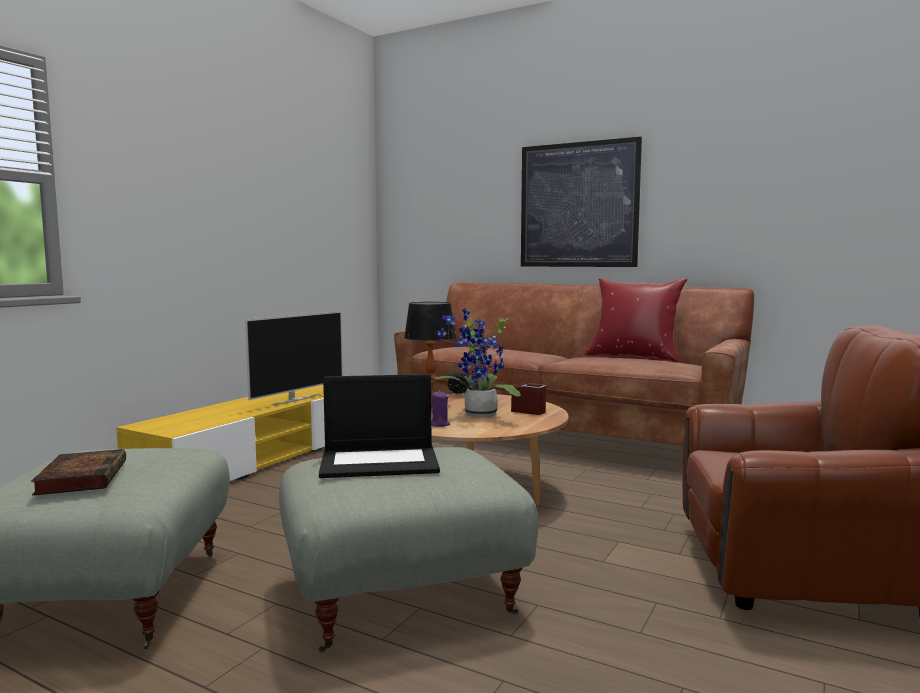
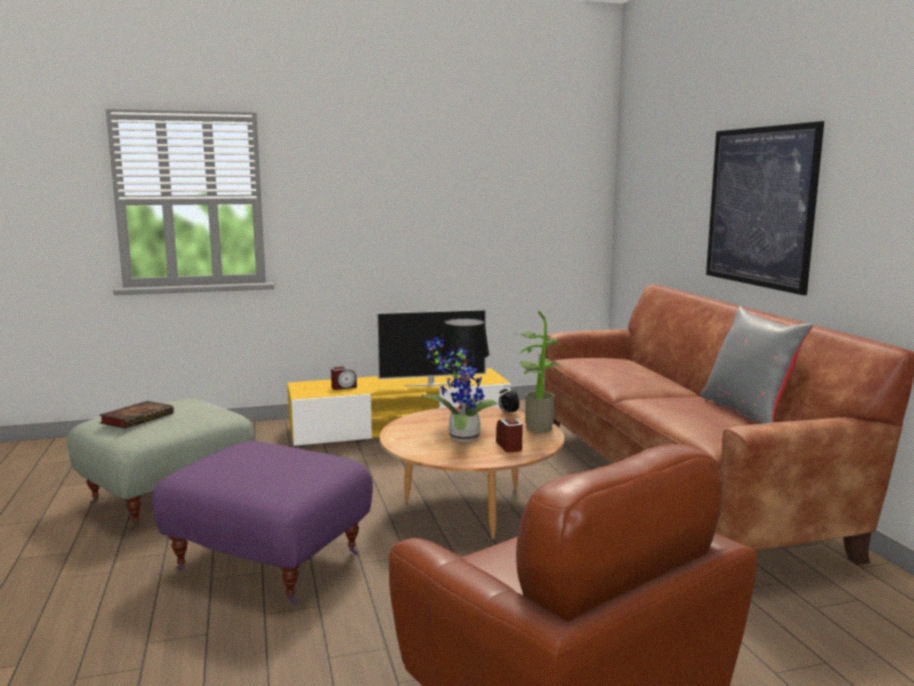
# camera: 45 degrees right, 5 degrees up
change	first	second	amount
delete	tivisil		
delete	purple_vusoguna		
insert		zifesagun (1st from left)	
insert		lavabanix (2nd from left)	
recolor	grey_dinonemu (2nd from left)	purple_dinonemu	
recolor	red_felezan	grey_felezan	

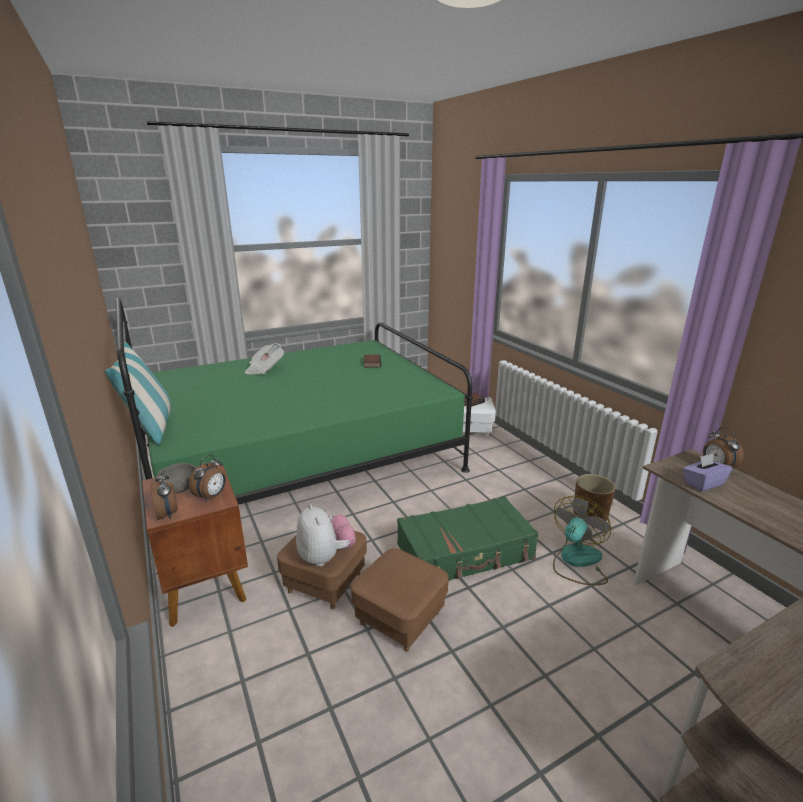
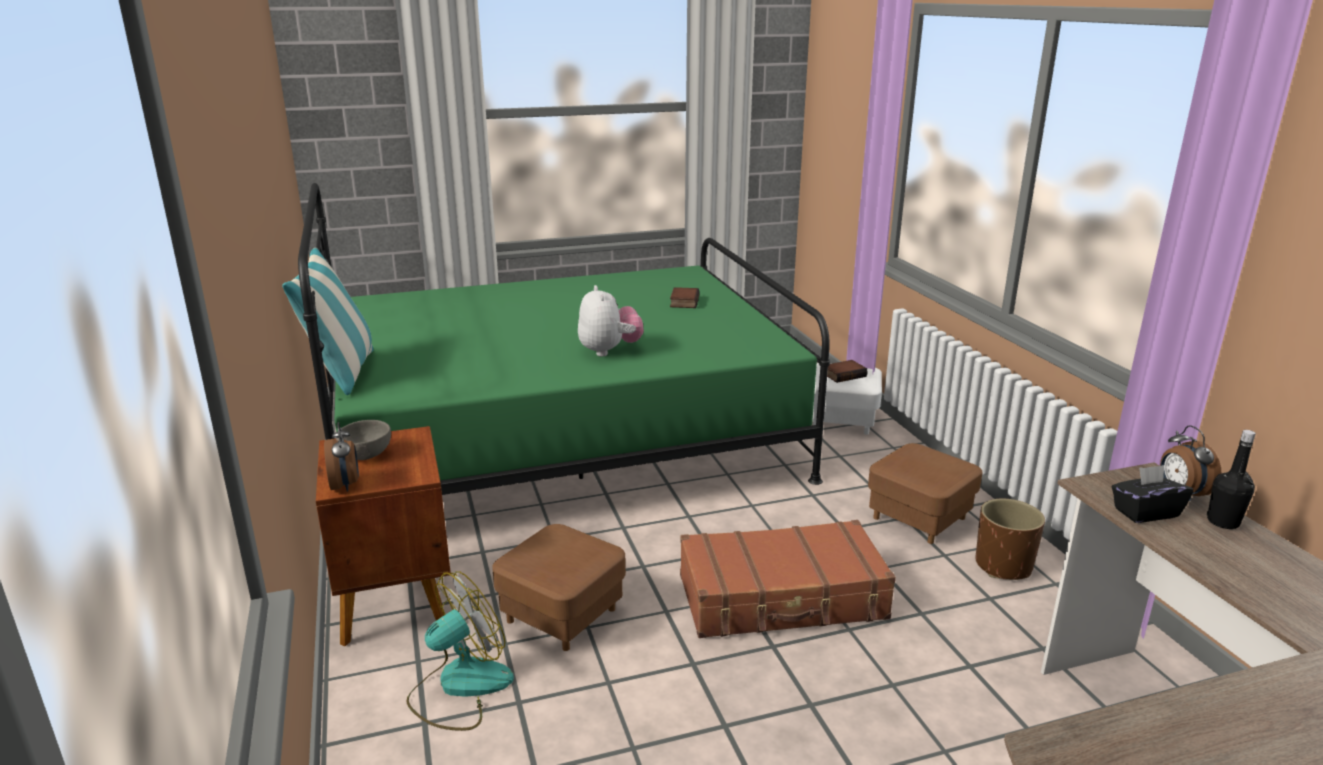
# camera: 10 degrees right, 0 degrees up
change	first	second	amount
delete	zifesagun (2nd from left)		
delete	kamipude		
insert		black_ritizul	
move	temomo		
move	brown_dinonemu (2nd from left)		
move	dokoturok		
recolor	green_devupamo	brown_devupamo	
recolor	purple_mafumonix	black_mafumonix	

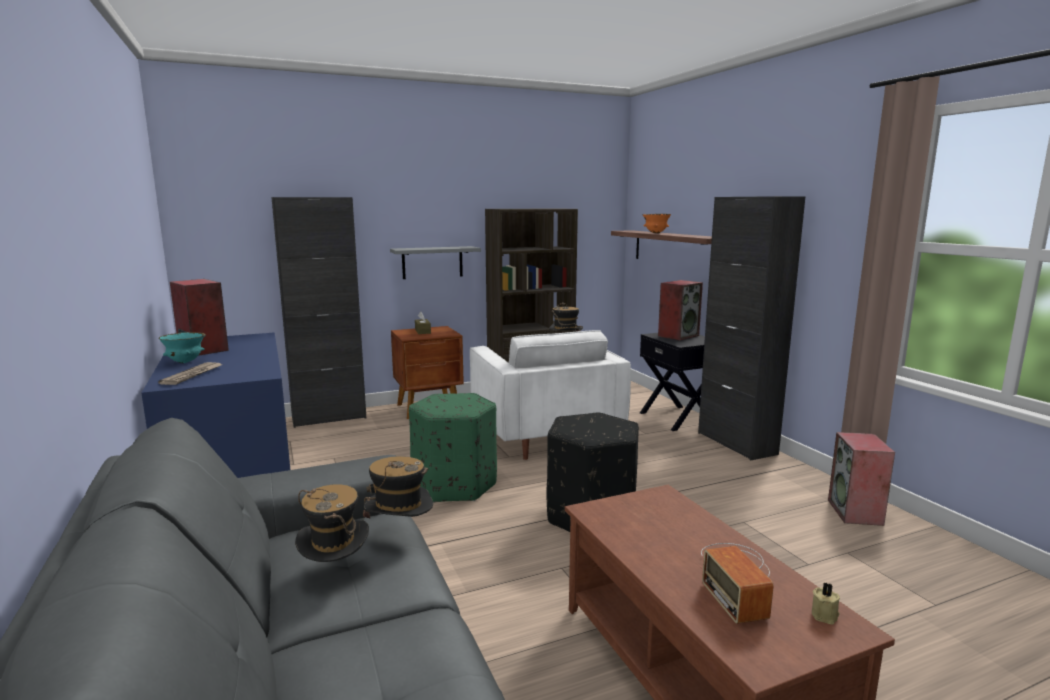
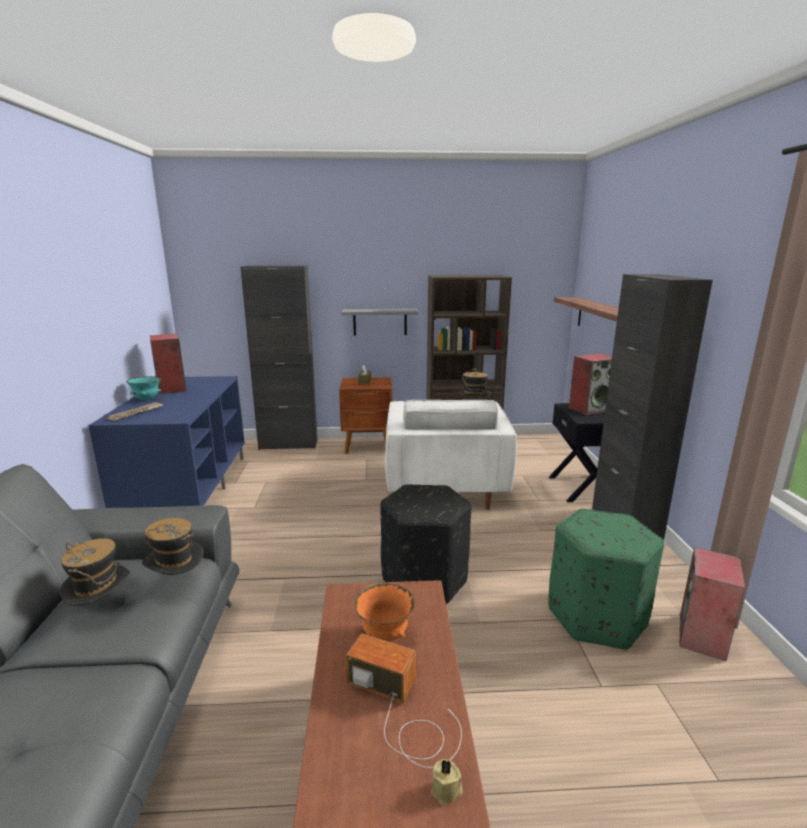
# camera: 20 degrees right, 5 degrees up
change	first	second	amount
move	green_dinonemu		
move	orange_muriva		
rotate	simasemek		105 degrees clockwise

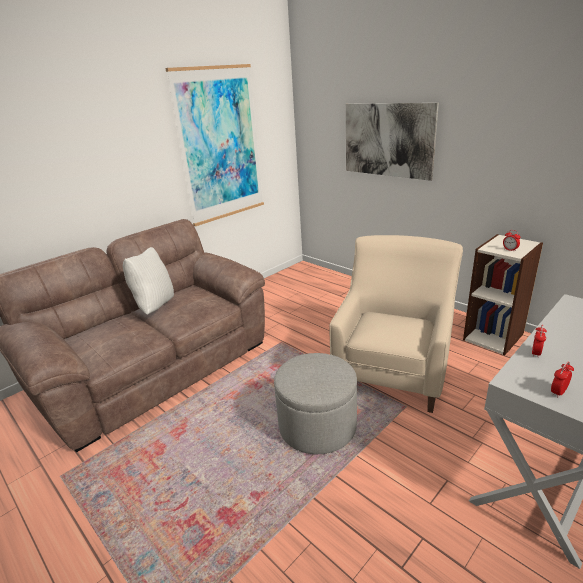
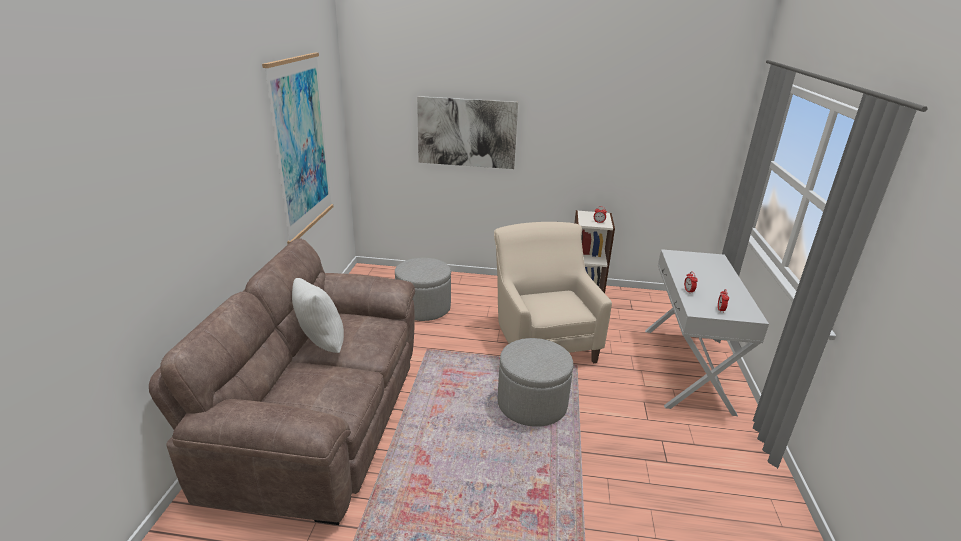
# camera: 40 degrees left, 0 degrees up
change	first	second	amount
insert		grey_dinonemu (1st from left)	

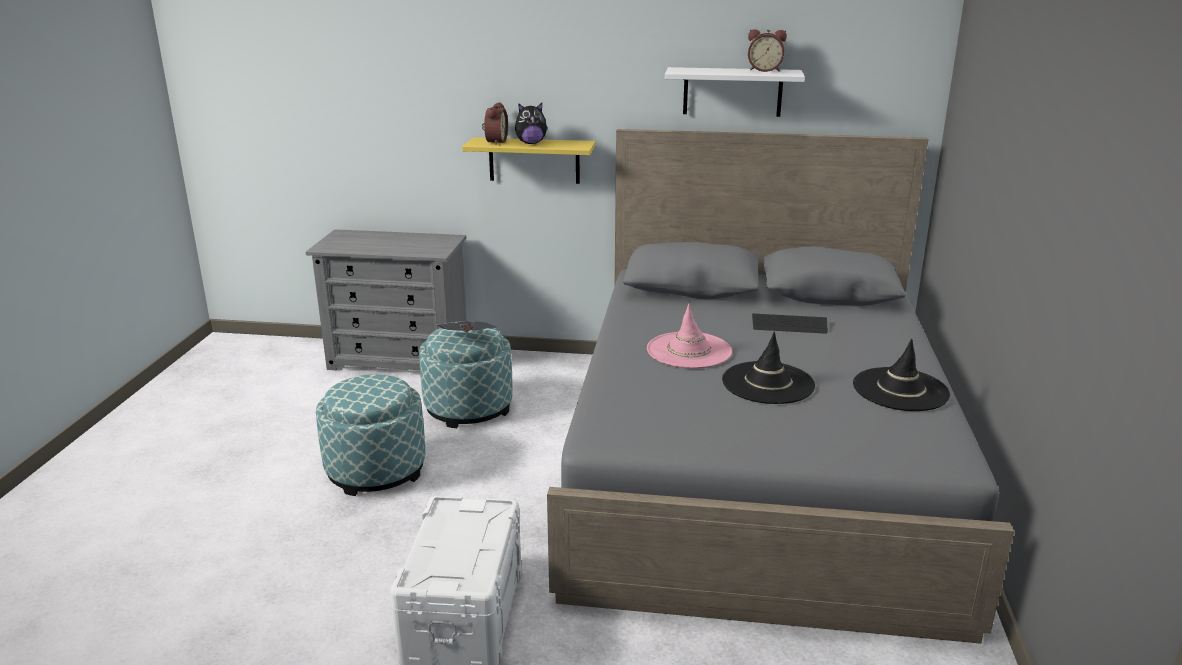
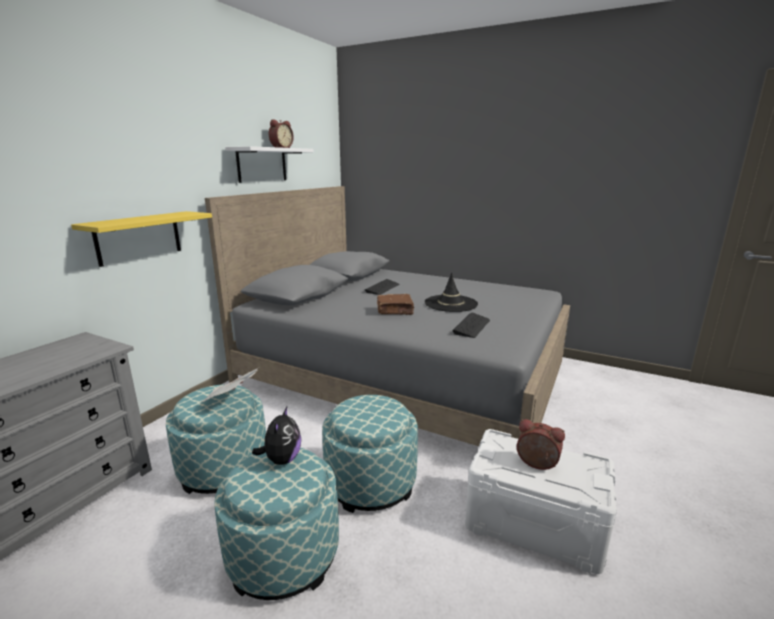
# camera: 70 degrees left, 5 degrees down
change	first	second	amount
delete	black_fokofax (2nd from left)		
insert		dinonemu (3rd from left)	
insert		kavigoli (2nd from left)	
move	zifesagun (1st from left in the first image)	zifesagun (2nd from left)	
move	temomo		
replace	pink_fokofax	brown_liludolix	

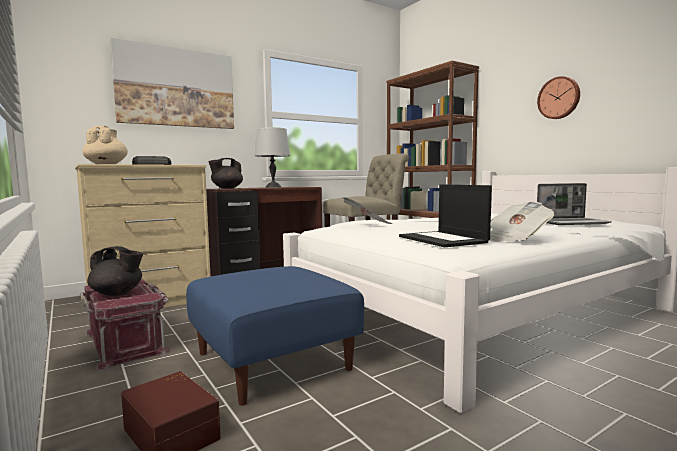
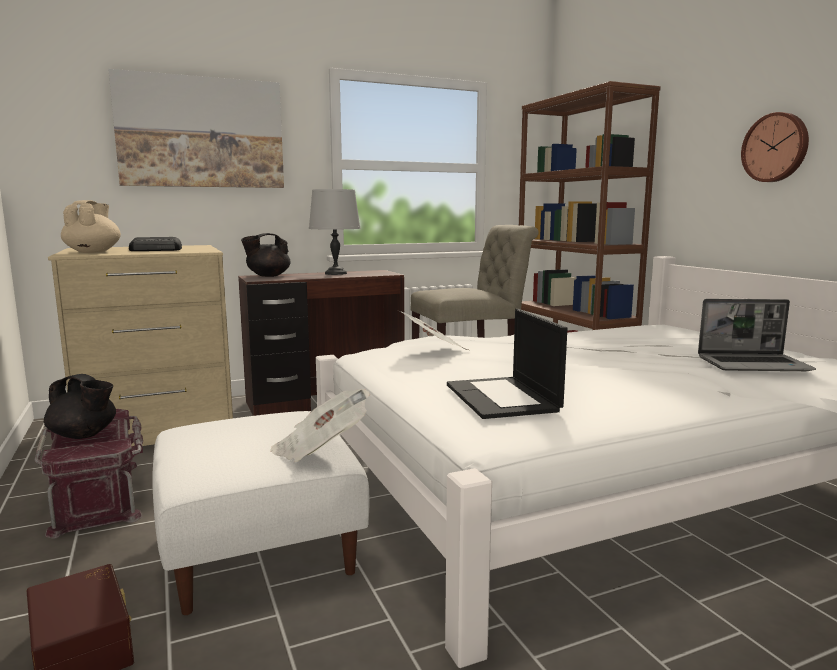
# camera: 10 degrees right, 5 degrees up
change	first	second	amount
move	kamipude (2nd from left in the first image)	kamipude (1st from left)	
recolor	blue_dinonemu	white_dinonemu	

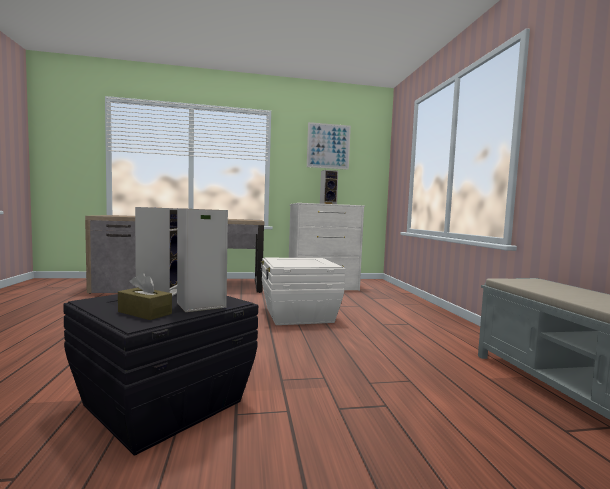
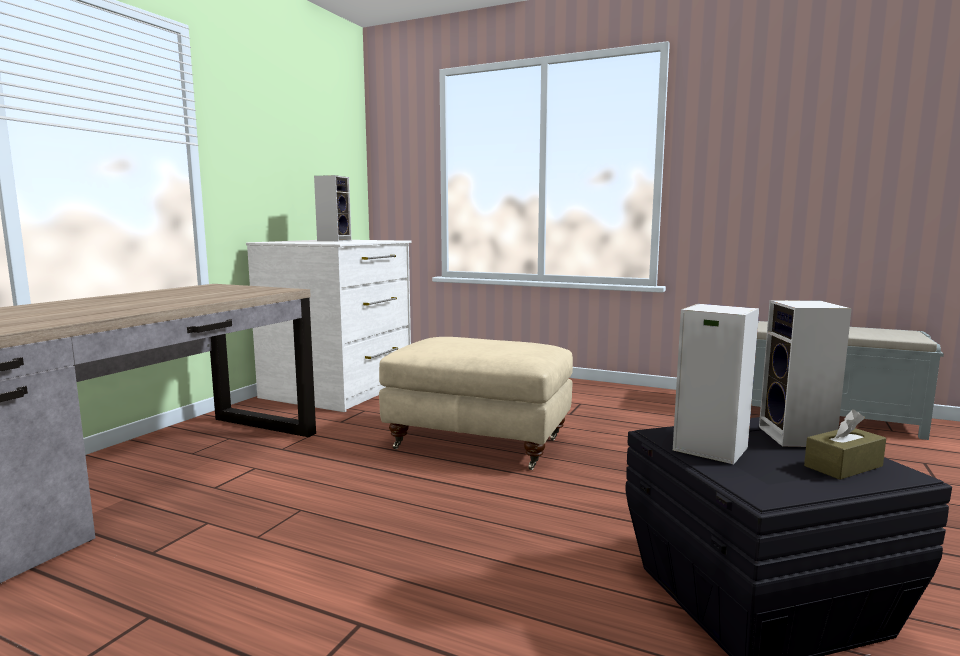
# camera: 55 degrees left, 5 degrees up
change	first	second	amount
delete	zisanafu		
replace	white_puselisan	beige_dinonemu	

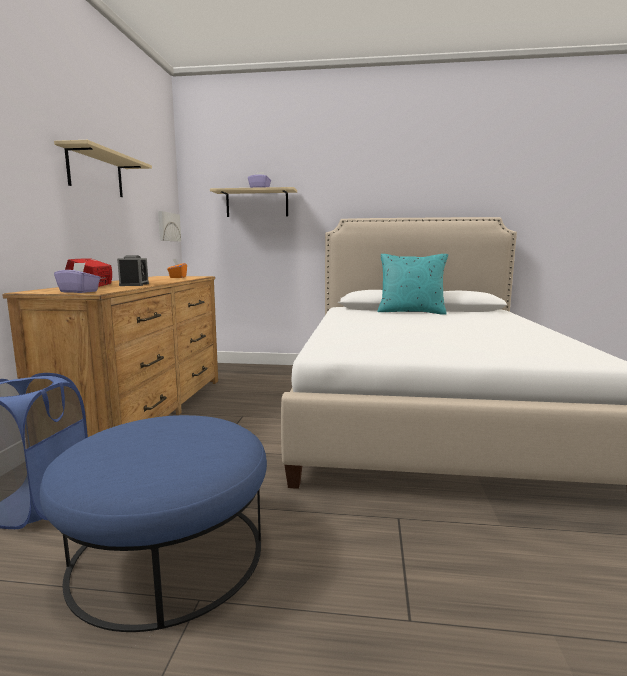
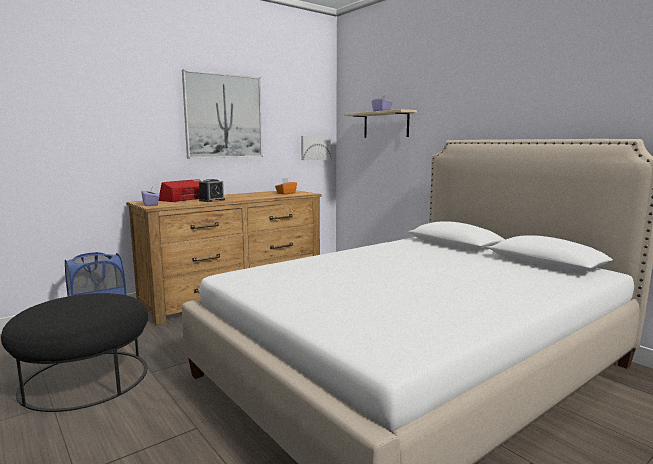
# camera: 45 degrees right, 0 degrees up
change	first	second	amount
delete	turquoise_felezan		
replace	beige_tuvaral (1st from left)	zisanafu (1st from left)	
recolor	blue_dinonemu	black_dinonemu	

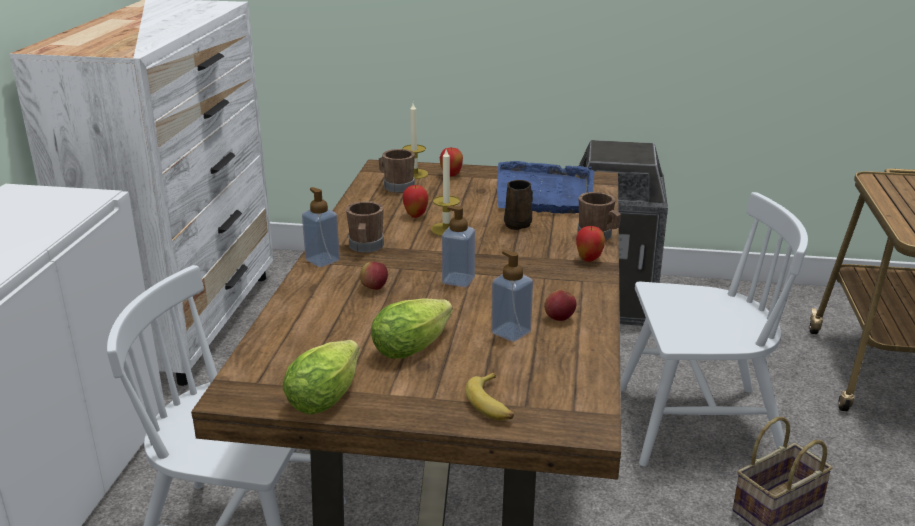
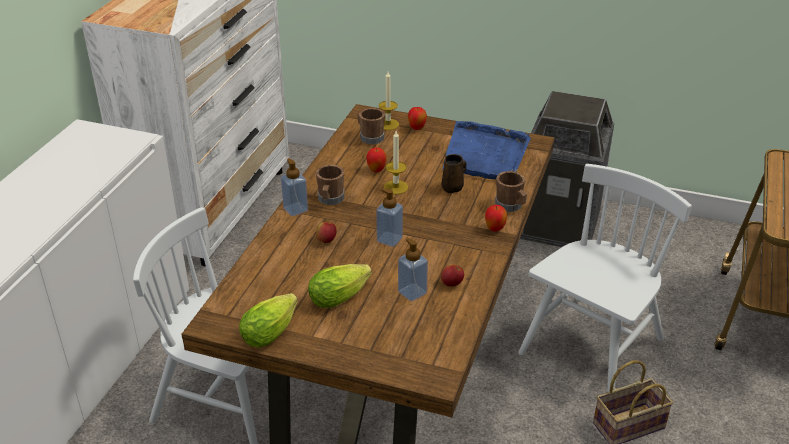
# camera: 10 degrees right, 10 degrees up
change	first	second	amount
delete	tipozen		
rotate	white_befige (2nd from left)		60 degrees counterclockwise

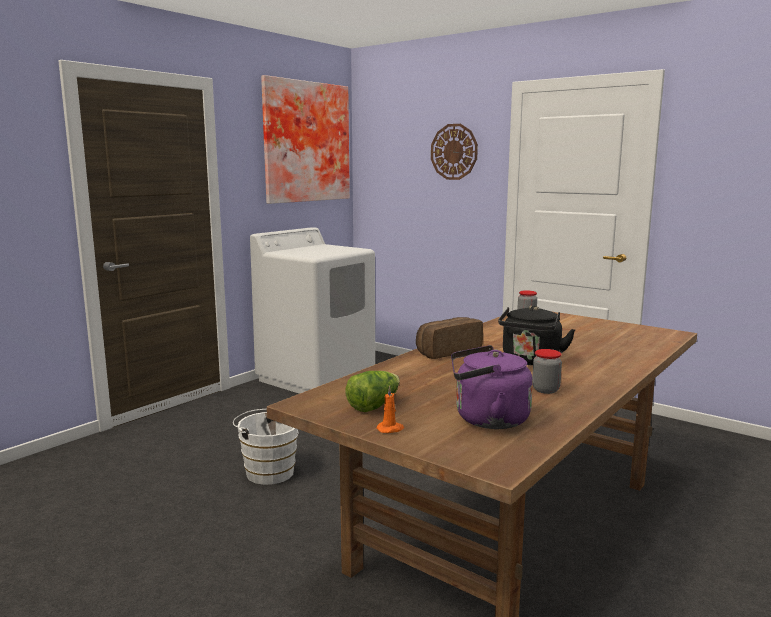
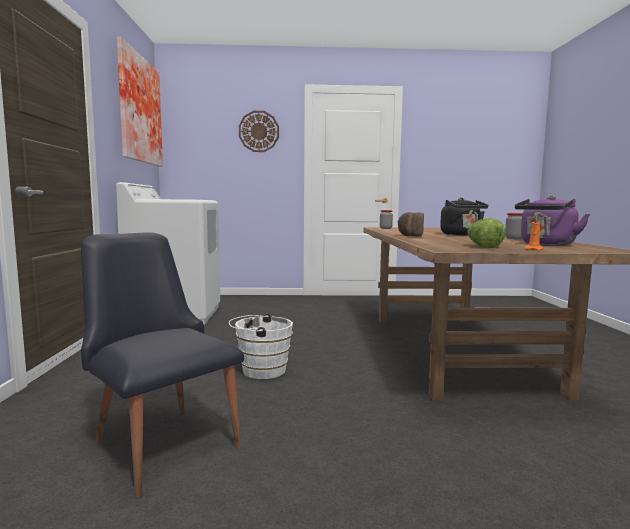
# camera: 40 degrees left, 5 degrees down
change	first	second	amount
insert		black_befige	

